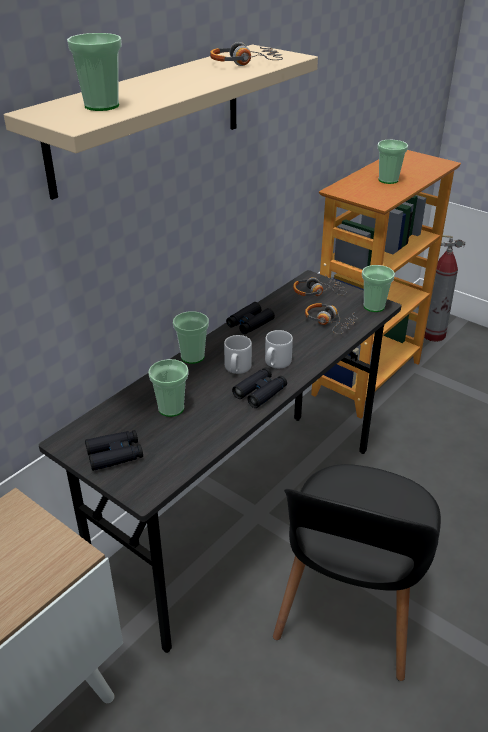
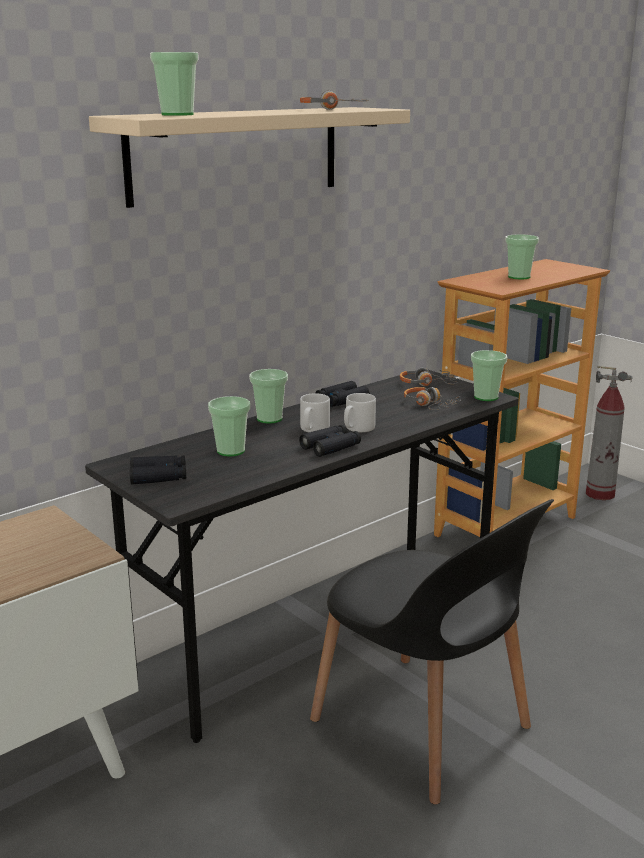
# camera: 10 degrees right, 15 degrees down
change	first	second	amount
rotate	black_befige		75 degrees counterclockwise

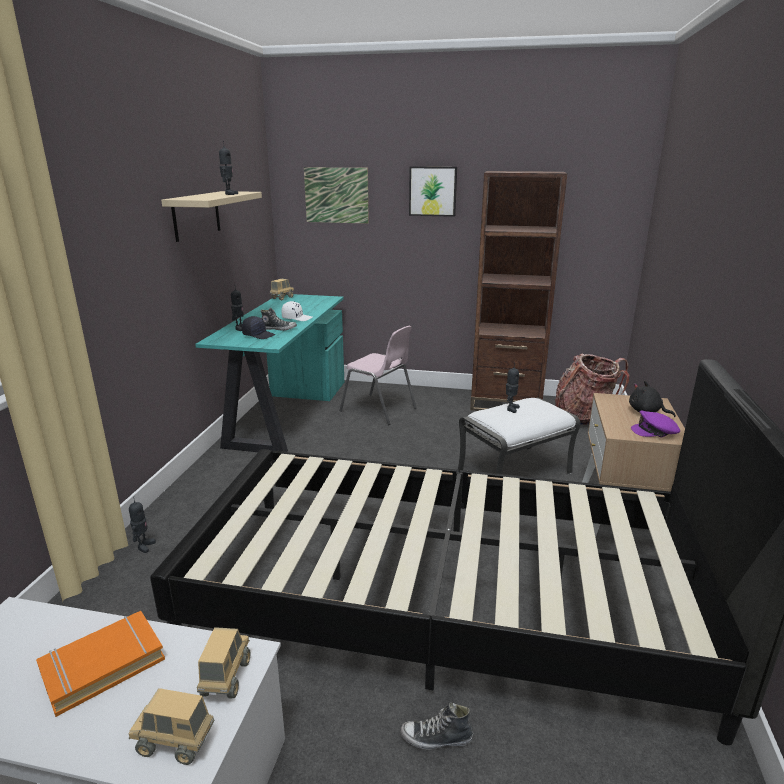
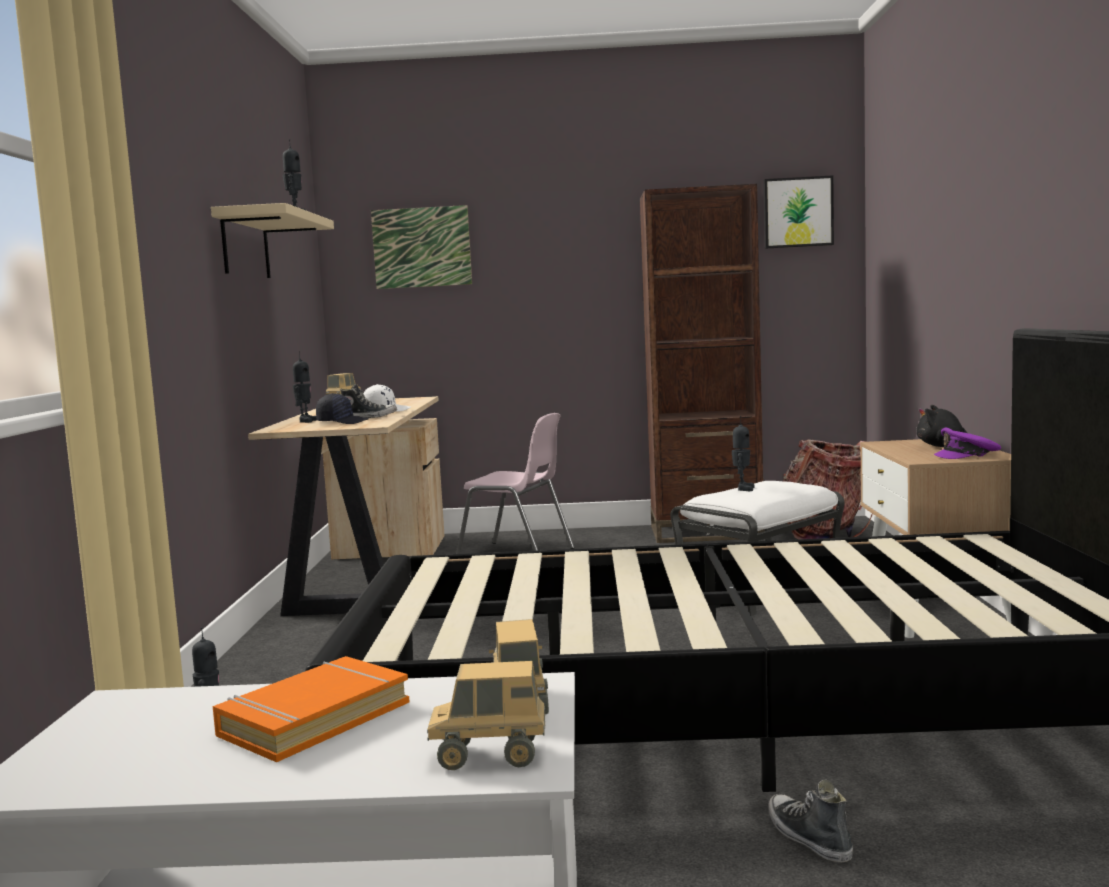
# camera: 10 degrees left, 15 degrees down
change	first	second	amount
move	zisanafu (2nd from left)		
recolor	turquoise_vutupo	beige_vutupo	
rotate	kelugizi (2nd from left)		75 degrees clockwise

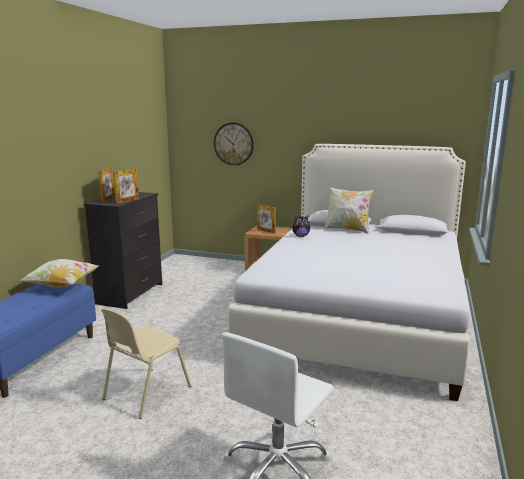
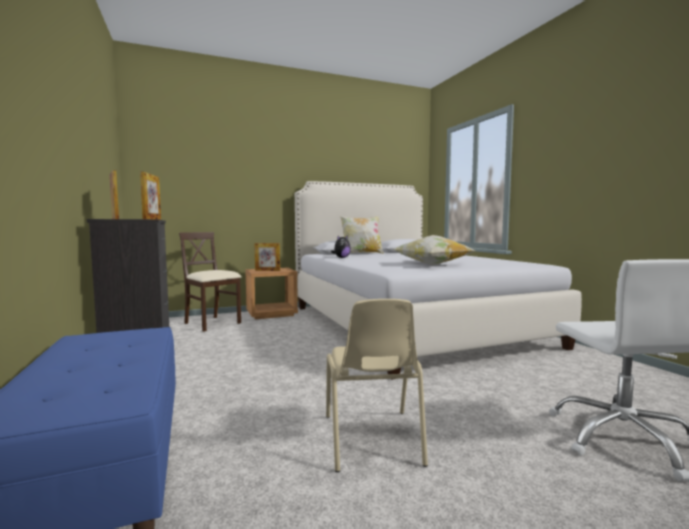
# camera: 40 degrees left, 10 degrees down
change	first	second	amount
delete	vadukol		
insert		beige_befige (1st from left)	
move	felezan (1st from left in the first image)	felezan (2nd from left)	

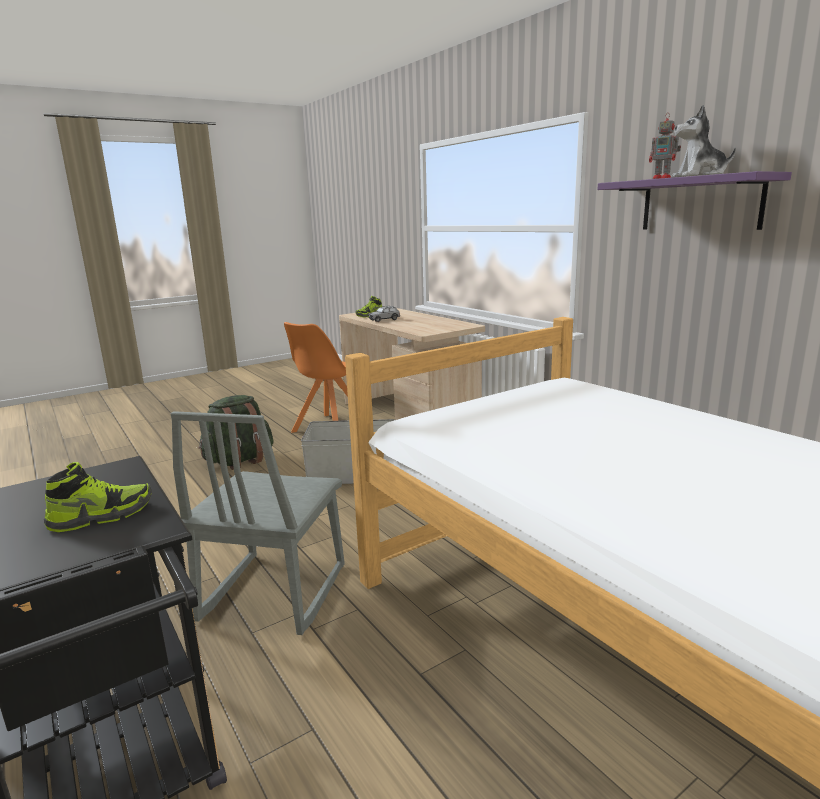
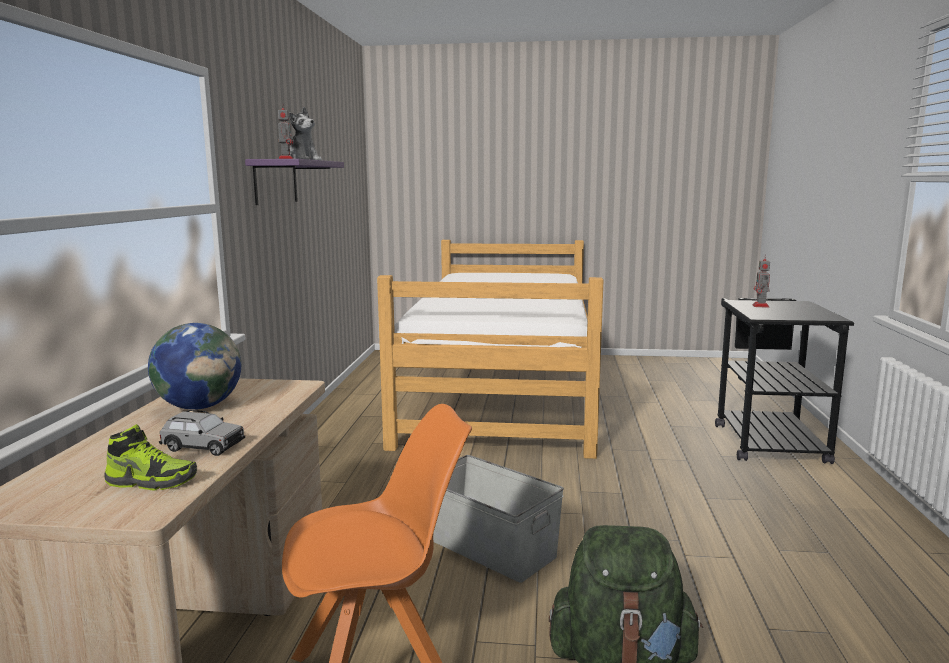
# camera: 140 degrees left, 5 degrees down
change	first	second	amount
delete	grey_befige		
insert		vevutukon	
replace	kelugizi (1st from left)	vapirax (2nd from left)	

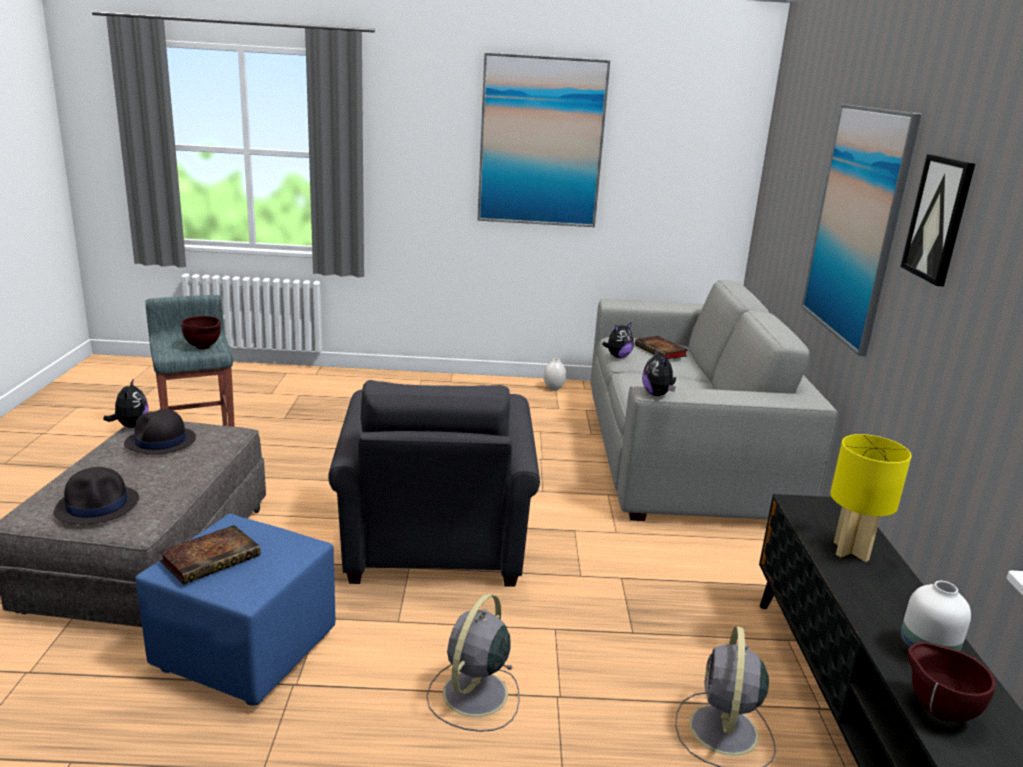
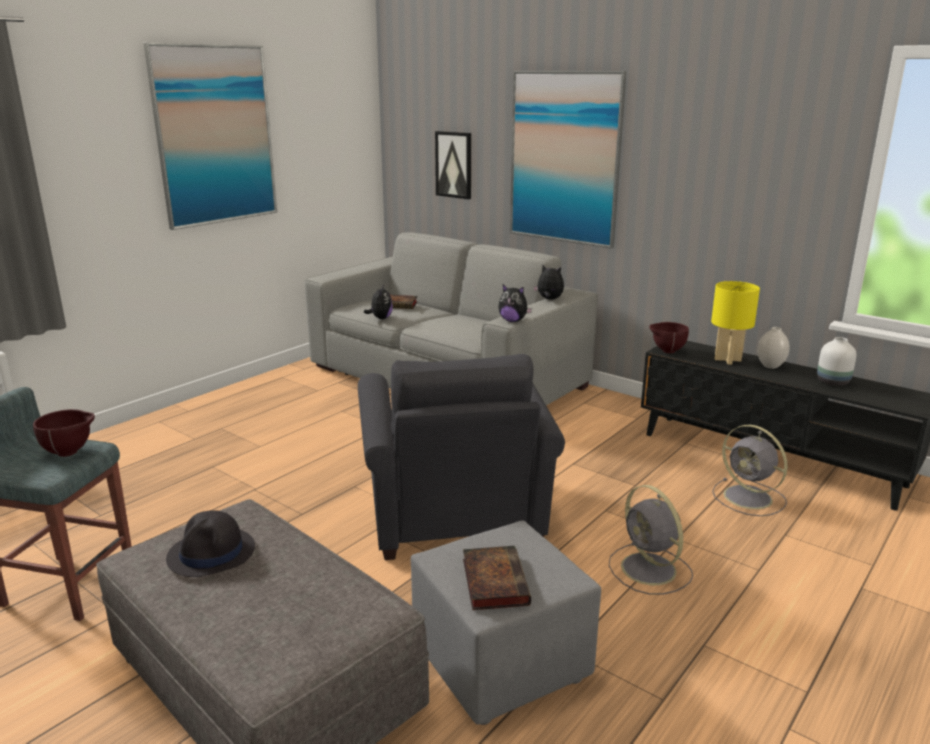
# camera: 50 degrees left, 0 degrees up
change	first	second	amount
delete	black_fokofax (1st from left)		
move	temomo (1st from left in the first image)	temomo (3rd from left)	
move	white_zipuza (1st from left)		
move	zisanafu (3rd from left in the first image)	zisanafu (2nd from left)	
move	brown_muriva (2nd from left)		
recolor	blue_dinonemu	grey_dinonemu (2nd from left)	
rotate	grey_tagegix		45 degrees clockwise

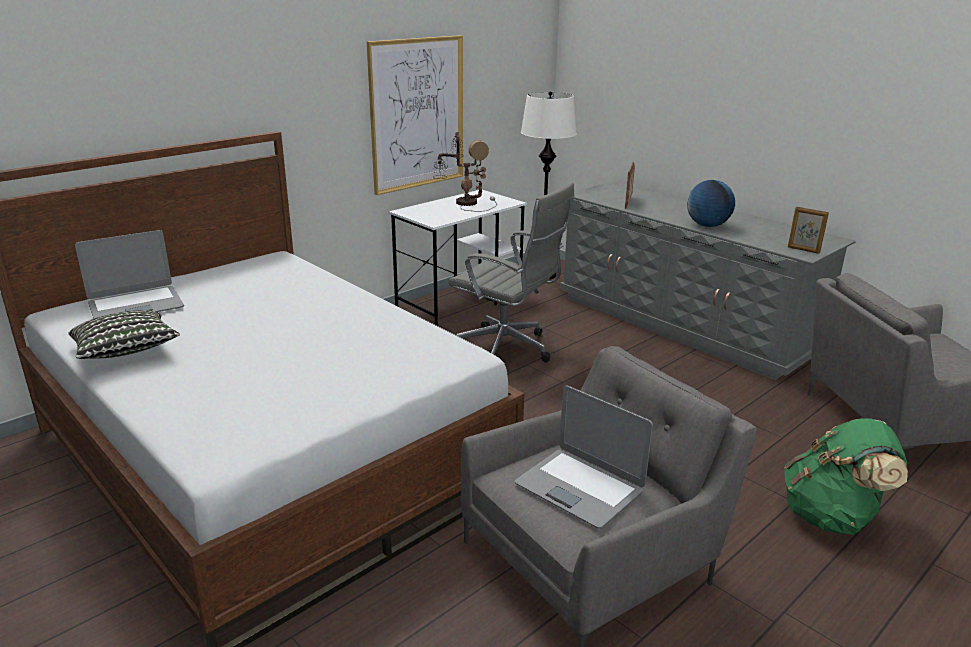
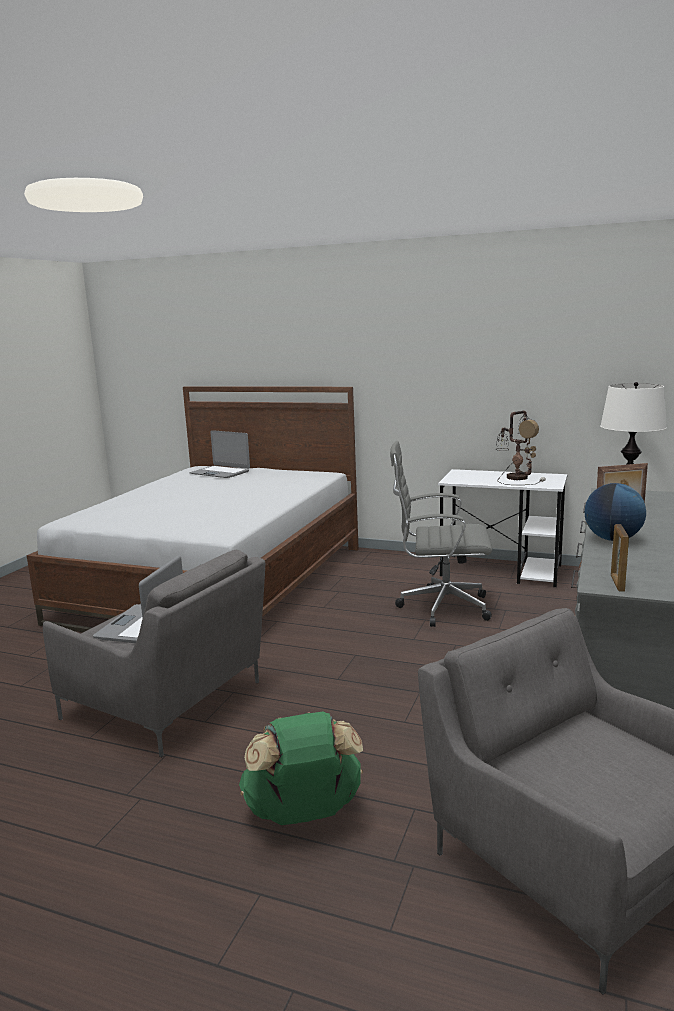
# camera: 65 degrees right, 10 degrees down
change	first	second	amount
delete	felezan		
delete	zisanafu		
rotate	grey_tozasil		90 degrees clockwise

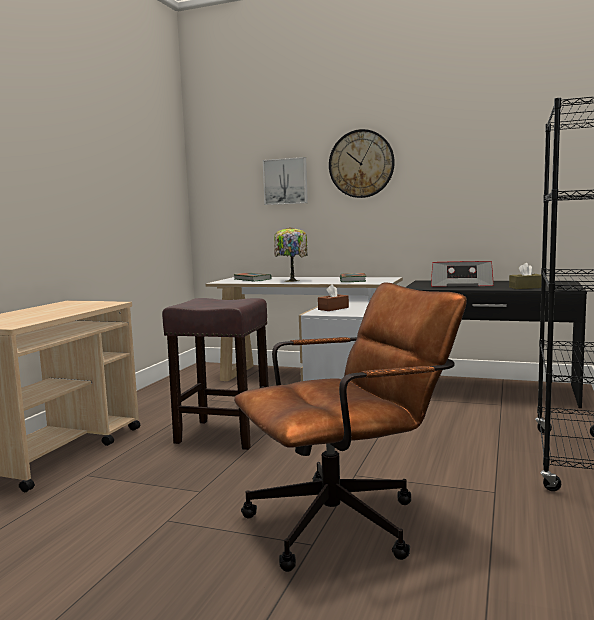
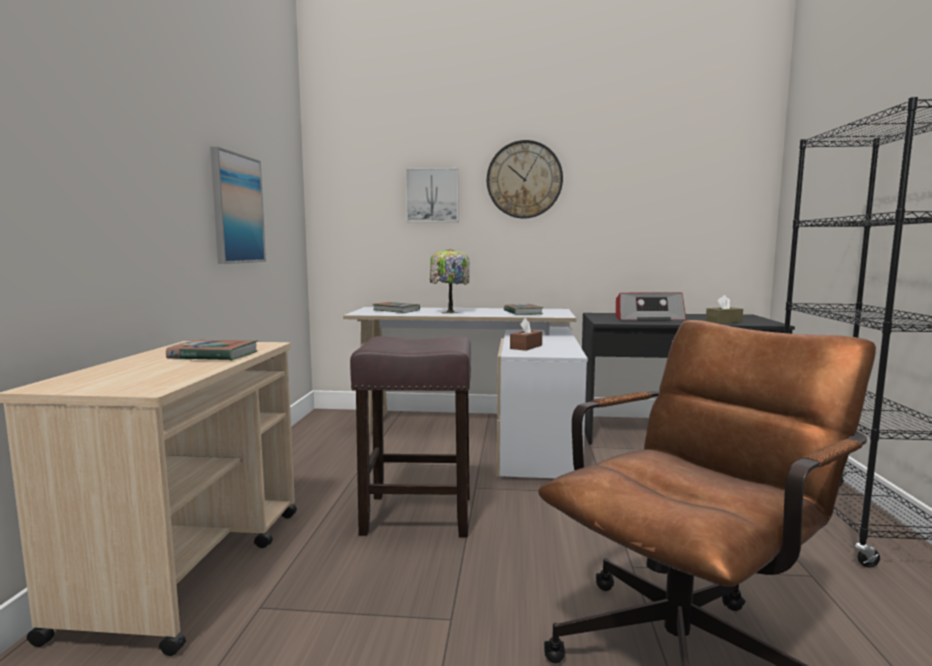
# camera: 15 degrees left, 0 degrees up
change	first	second	amount
insert		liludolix (1st from left)	
insert		zisanafu (1st from left)	

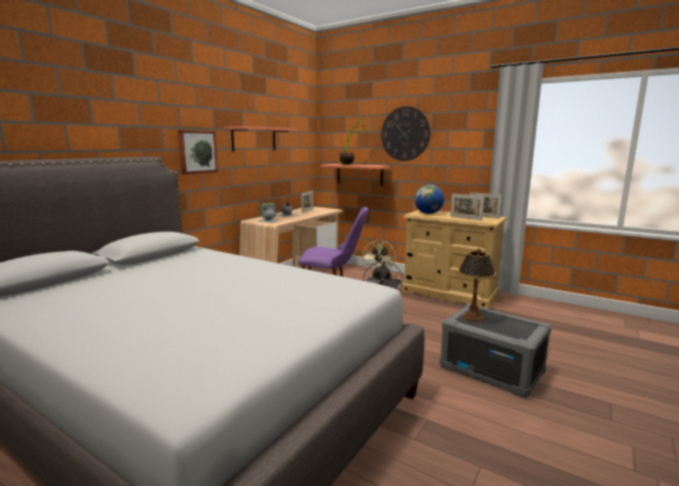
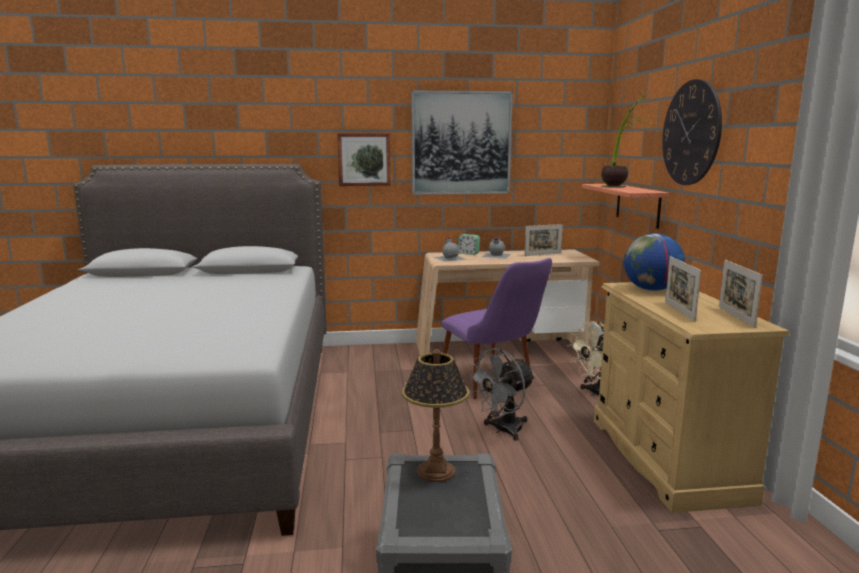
# camera: 50 degrees right, 0 degrees up
change	first	second	amount
replace	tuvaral (1st from left)	zisanafu (2nd from left)	

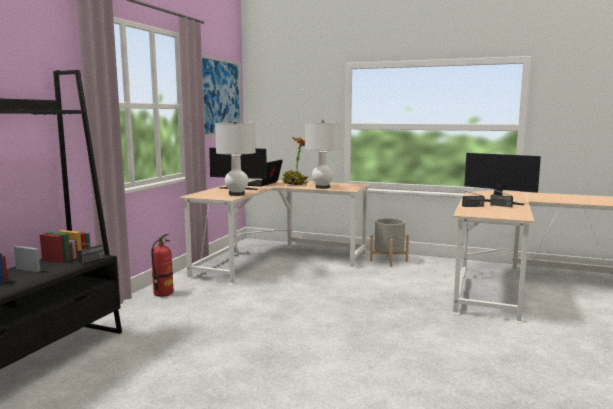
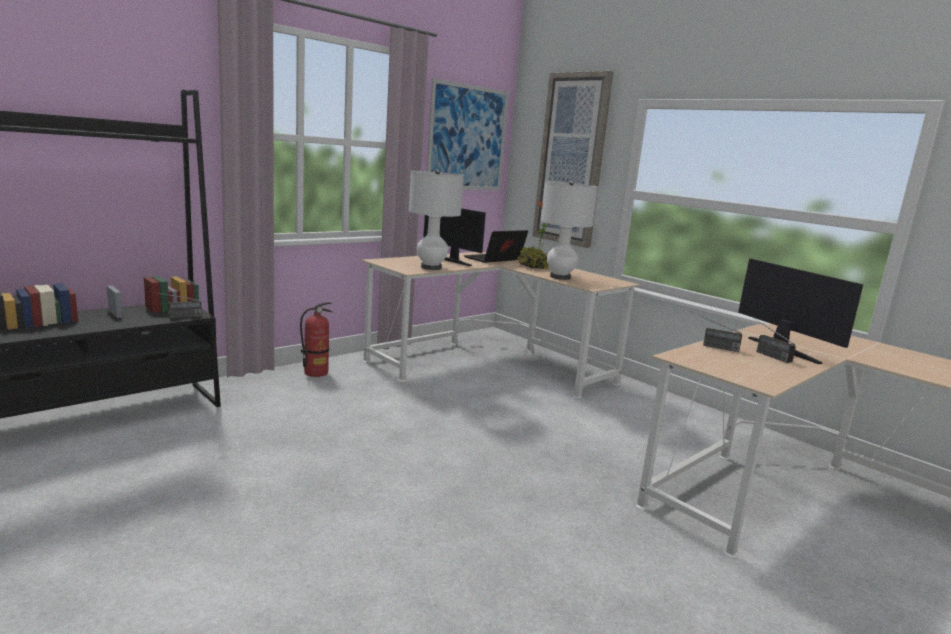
# camera: 25 degrees right, 5 degrees up
change	first	second	amount
delete	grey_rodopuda		
insert		zisanafu (2nd from left)	

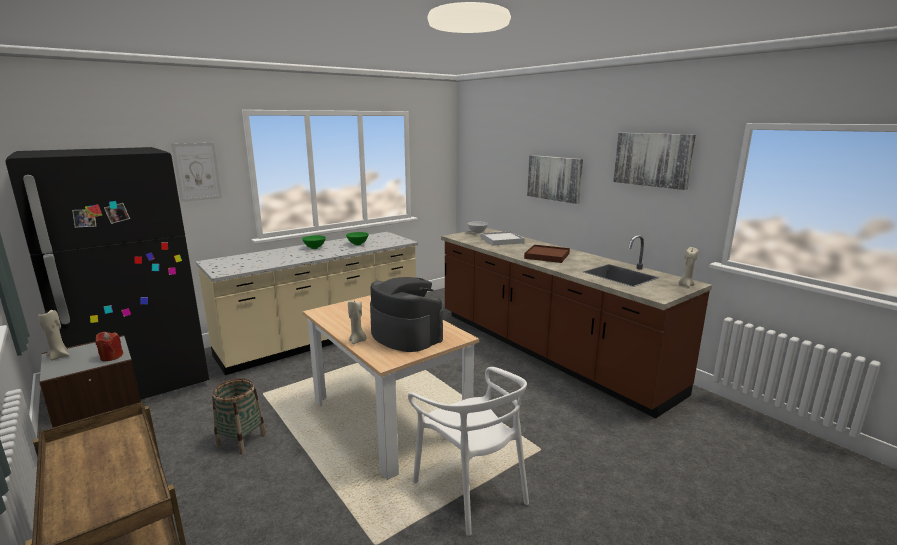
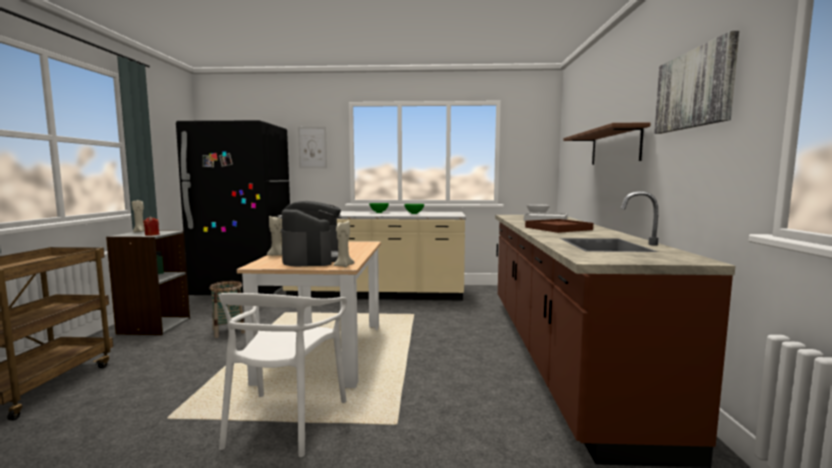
# camera: 40 degrees right, 10 degrees down
change	first	second	amount
move	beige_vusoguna (3rd from left)		
replace	zisanafu (2nd from left)	brown_tuvaral	

